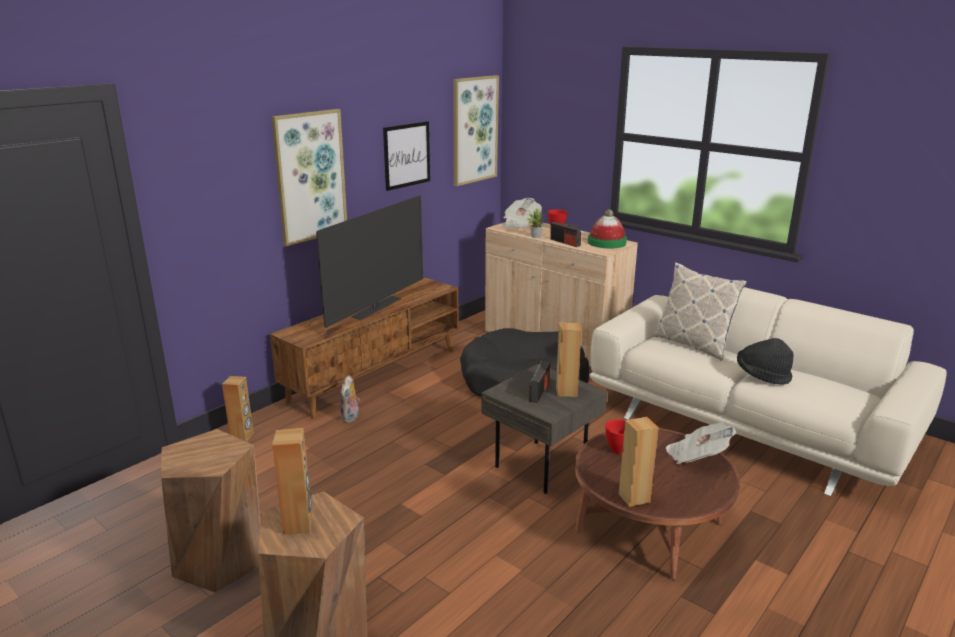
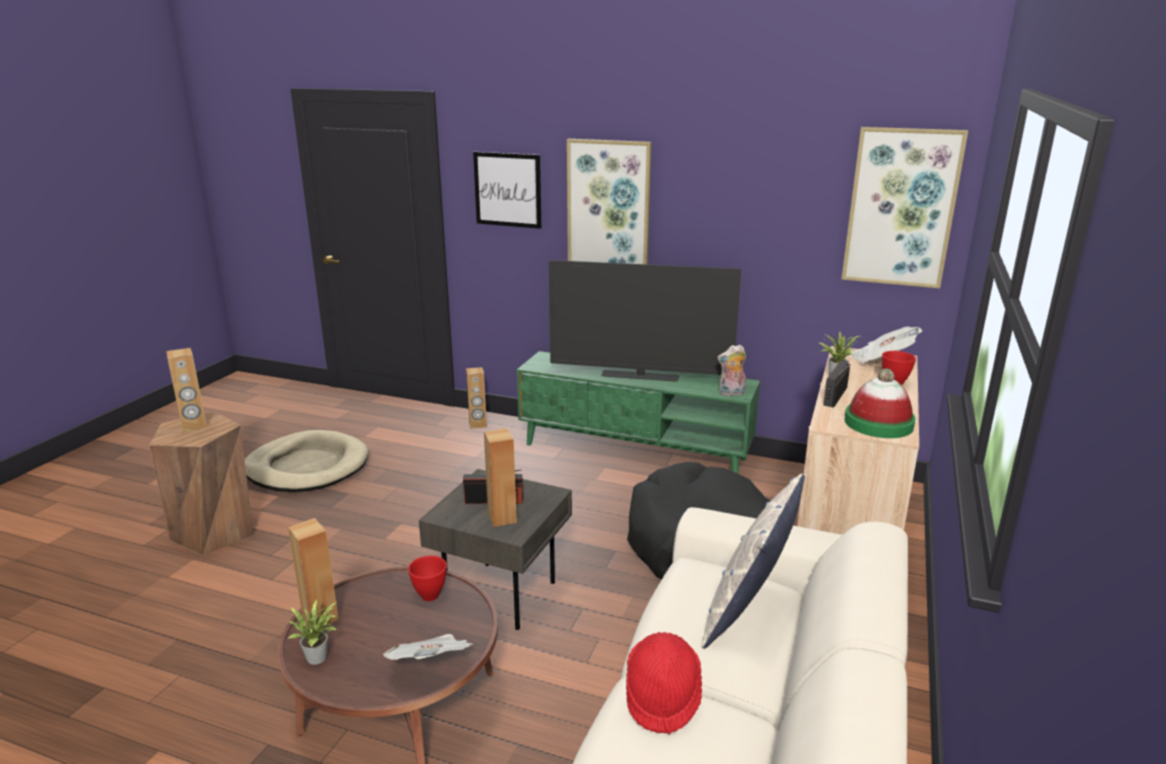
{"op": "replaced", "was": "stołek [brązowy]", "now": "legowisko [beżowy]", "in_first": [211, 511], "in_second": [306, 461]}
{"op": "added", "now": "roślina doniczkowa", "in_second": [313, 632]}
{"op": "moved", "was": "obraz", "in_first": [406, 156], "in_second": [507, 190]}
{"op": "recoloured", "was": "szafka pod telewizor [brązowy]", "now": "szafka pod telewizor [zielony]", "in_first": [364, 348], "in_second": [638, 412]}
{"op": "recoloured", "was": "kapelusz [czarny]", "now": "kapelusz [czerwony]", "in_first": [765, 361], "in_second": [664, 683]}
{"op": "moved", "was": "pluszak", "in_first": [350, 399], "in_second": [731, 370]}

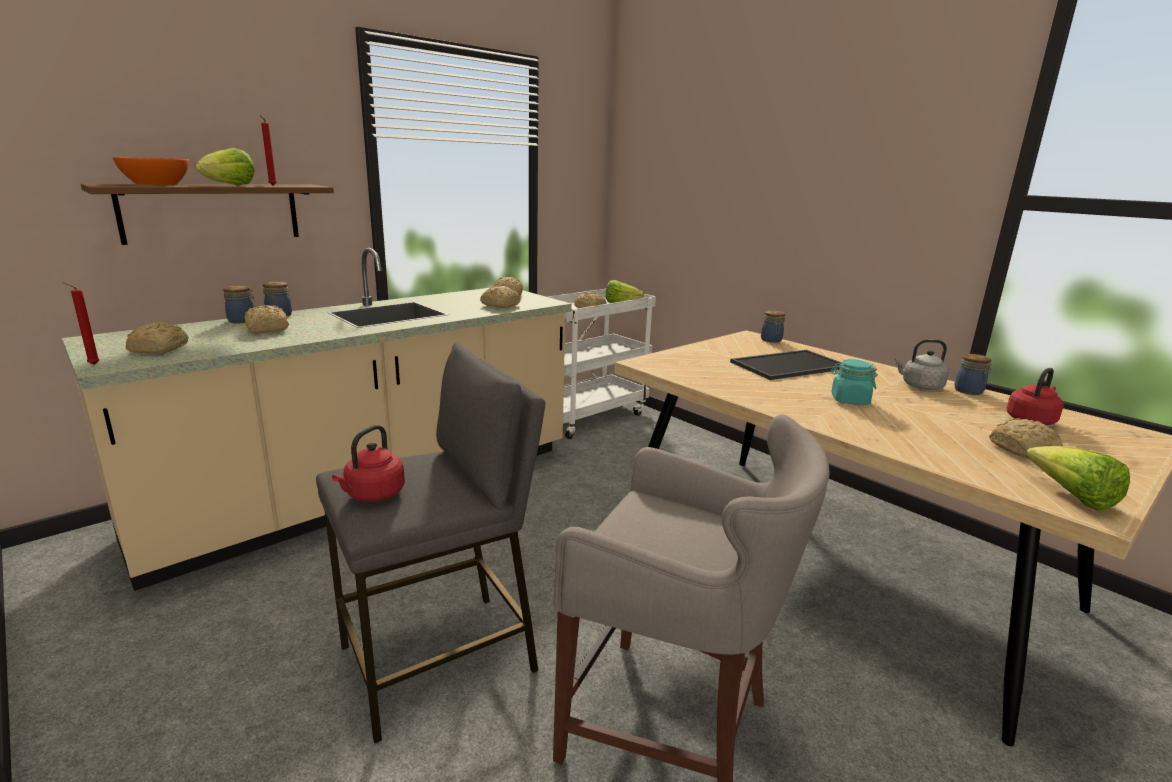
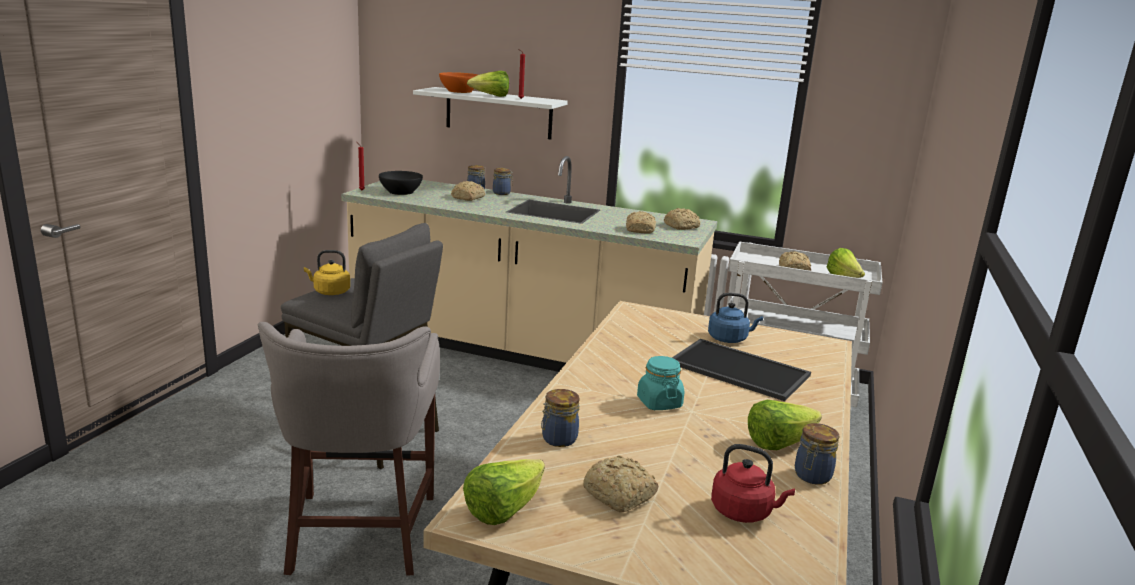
{"op": "recoloured", "was": "czajnik [czerwony]", "now": "czajnik [żółty]", "in_first": [368, 463], "in_second": [327, 272]}
{"op": "replaced", "was": "chleb", "now": "miska [czarny]", "in_first": [157, 338], "in_second": [401, 183]}
{"op": "recoloured", "was": "półka [brązowy]", "now": "półka [biały]", "in_first": [207, 214], "in_second": [490, 113]}
{"op": "moved", "was": "słoik", "in_first": [773, 326], "in_second": [560, 418]}
{"op": "added", "now": "czajnik [niebieski]", "in_second": [735, 318]}
{"op": "replaced", "was": "czajnik [szary]", "now": "sałata", "in_first": [921, 364], "in_second": [785, 425]}

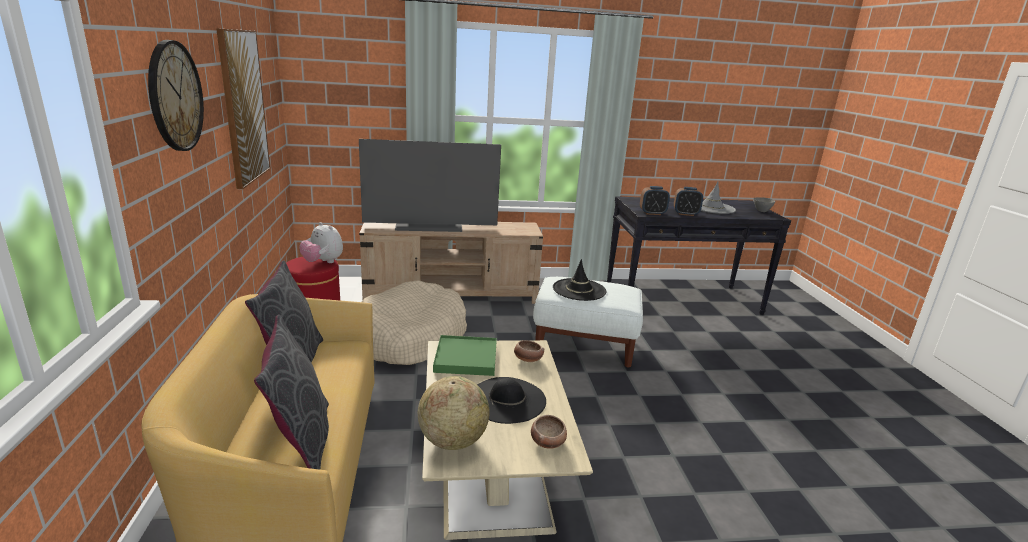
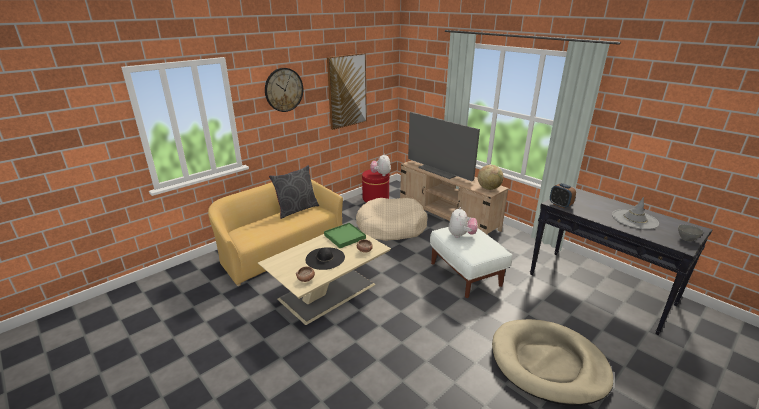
{"op": "replaced", "was": "kapelusz [czarny]", "now": "pluszak", "in_first": [579, 280], "in_second": [463, 222]}
{"op": "moved", "was": "globus", "in_first": [454, 413], "in_second": [491, 177]}
{"op": "added", "now": "legowisko [beżowy]", "in_second": [552, 362]}
{"op": "removed", "was": "poduszka [szary]", "in_first": [291, 392]}
{"op": "removed", "was": "budzik", "in_first": [688, 201]}

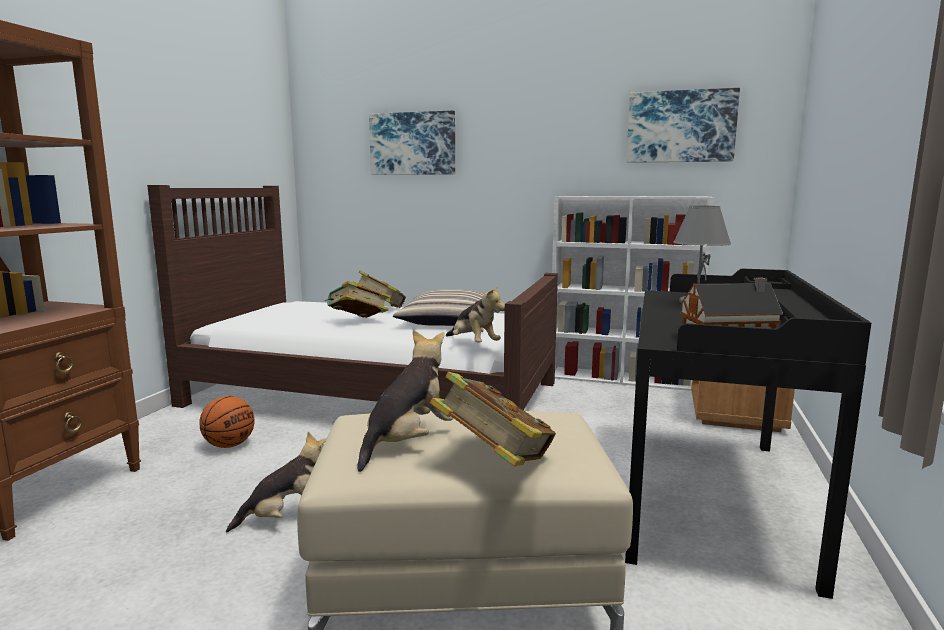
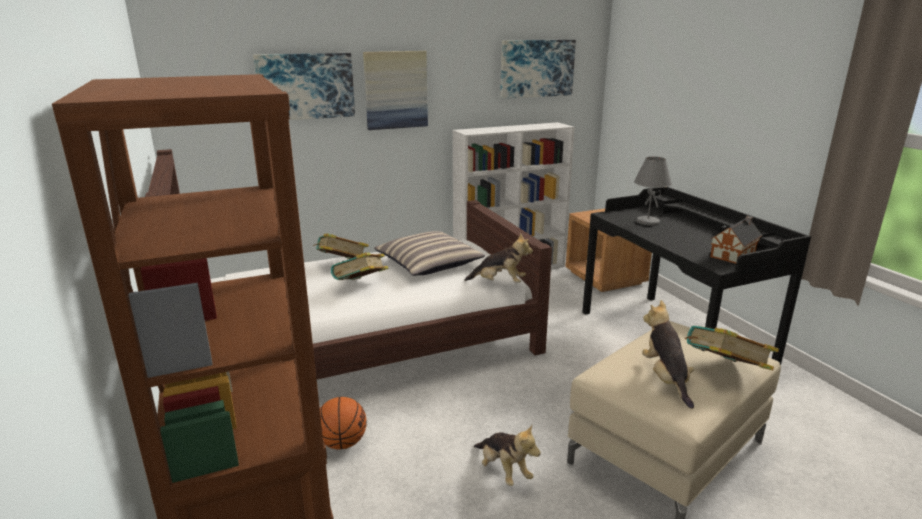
{"op": "added", "now": "obraz", "in_second": [395, 90]}
{"op": "turned", "was": "pluszak", "in_first": [276, 482], "in_second": [507, 455], "clockwise": 120}

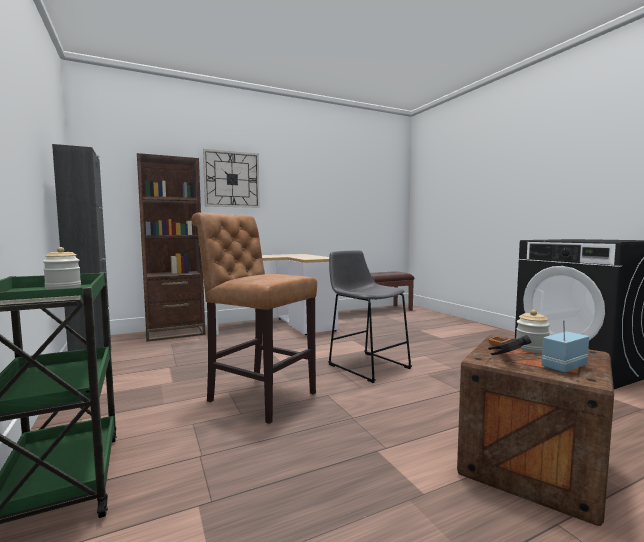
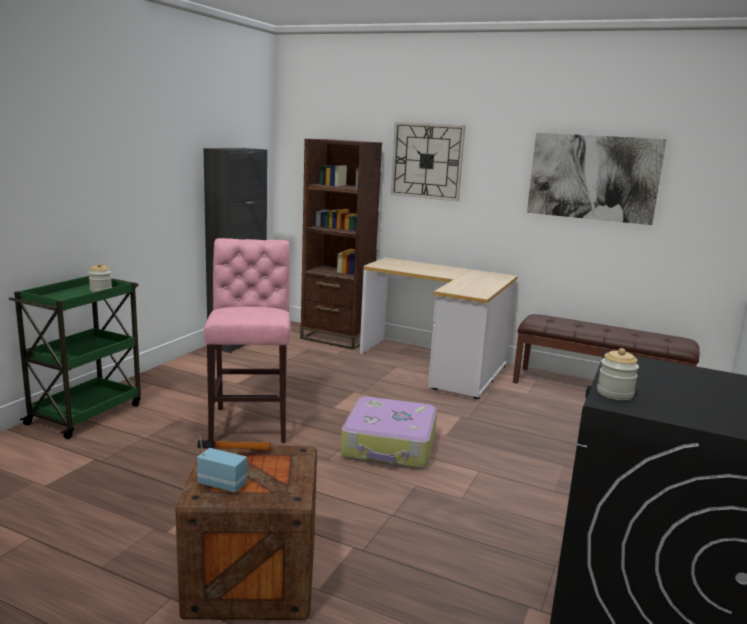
{"op": "recoloured", "was": "stołek [brązowy]", "now": "stołek [różowy]", "in_first": [254, 318], "in_second": [247, 340]}
{"op": "replaced", "was": "stołek [szary]", "now": "walizka", "in_first": [370, 316], "in_second": [389, 433]}
{"op": "added", "now": "obraz", "in_second": [597, 178]}
{"op": "moved", "was": "słoik", "in_first": [533, 331], "in_second": [618, 374]}

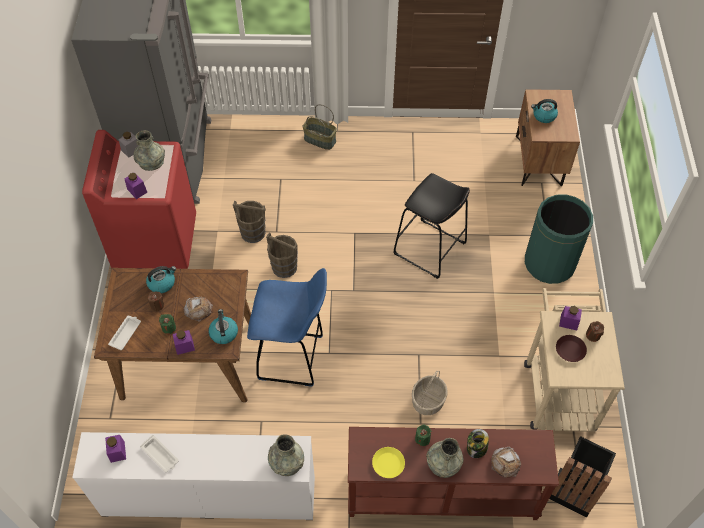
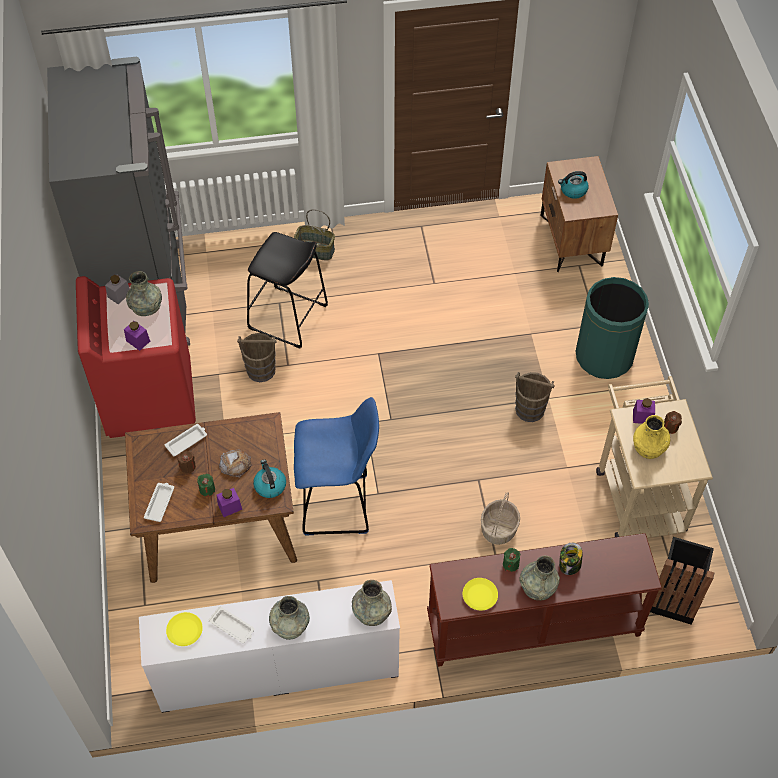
{"op": "replaced", "was": "czajnik", "now": "taca [biały]", "in_first": [161, 279], "in_second": [186, 440]}
{"op": "replaced", "was": "słoik [fioletowy]", "now": "talerz [żółty]", "in_first": [115, 449], "in_second": [184, 629]}
{"op": "moved", "was": "stołek [czarny]", "in_first": [431, 226], "in_second": [287, 290]}
{"op": "added", "now": "wazon [szary]", "in_second": [289, 618]}
{"op": "moved", "was": "wiadro [brązowy]", "in_first": [282, 255], "in_second": [535, 397]}
{"op": "replaced", "was": "talerz [brązowy]", "now": "wazon [żółty]", "in_first": [571, 348], "in_second": [651, 437]}
{"op": "removed", "was": "chleb", "in_first": [506, 462]}

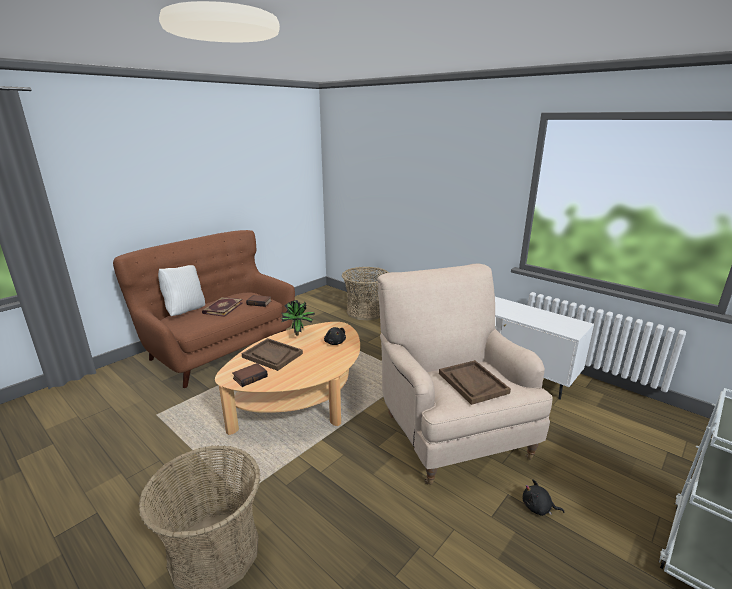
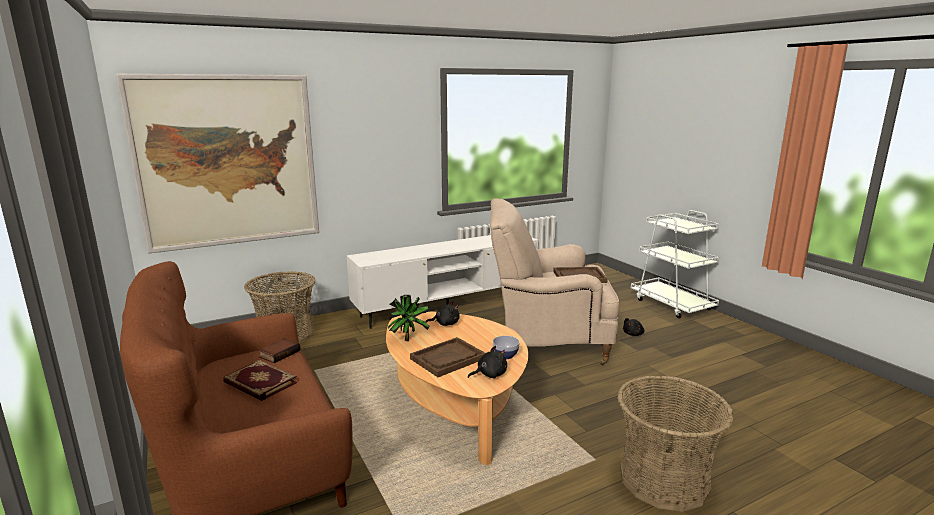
{"op": "added", "now": "obraz", "in_second": [217, 163]}
{"op": "replaced", "was": "książka", "now": "pluszak [czarny]", "in_first": [250, 375], "in_second": [487, 362]}
{"op": "added", "now": "miska", "in_second": [506, 347]}
{"op": "removed", "was": "poduszka [biały]", "in_first": [181, 290]}

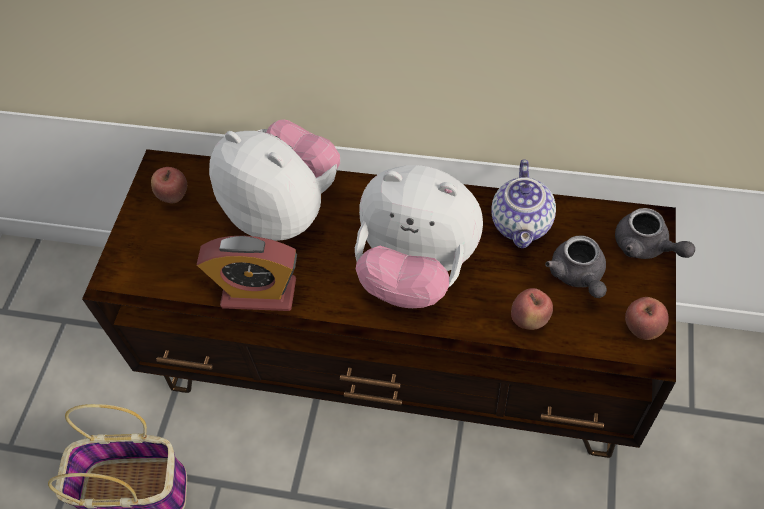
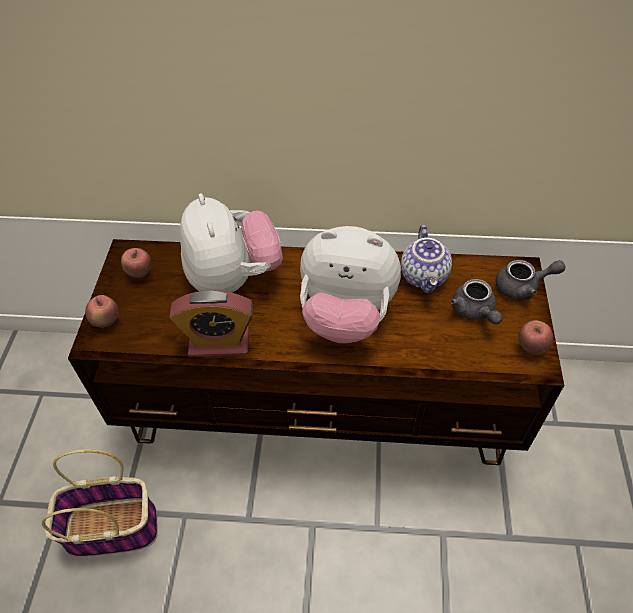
{"op": "moved", "was": "jabłko", "in_first": [532, 309], "in_second": [101, 311]}
{"op": "turned", "was": "pluszak", "in_first": [274, 180], "in_second": [231, 243], "clockwise": 45}
{"op": "turned", "was": "imbryk [szary]", "in_first": [655, 233], "in_second": [531, 280], "clockwise": -45}

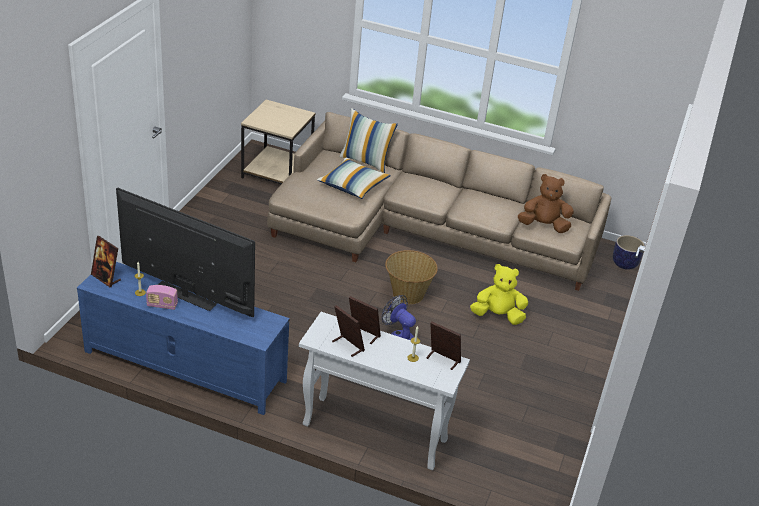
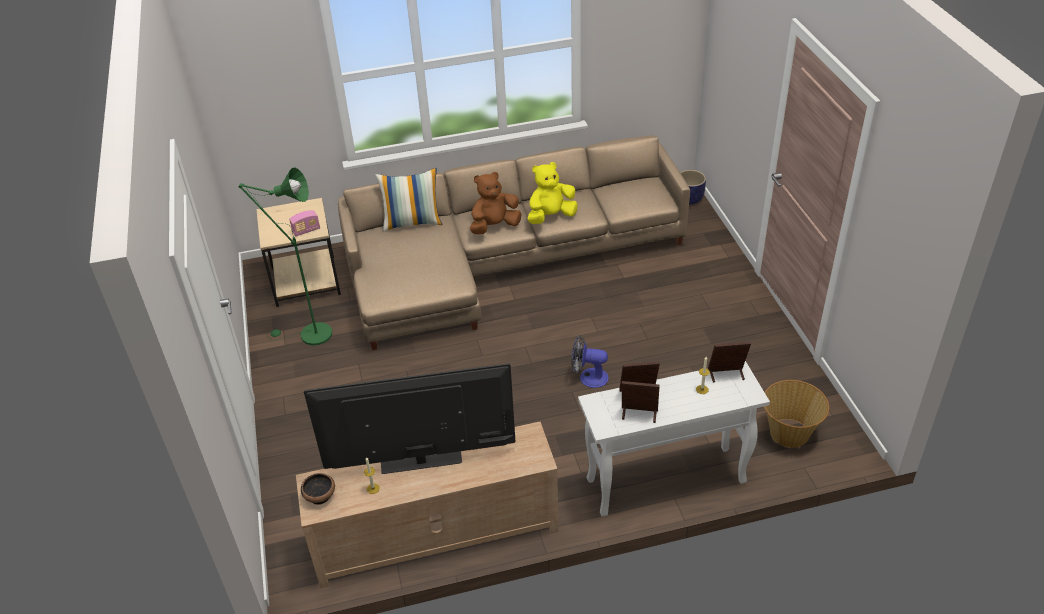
{"op": "added", "now": "lampa stojąca [zielony]", "in_second": [285, 256]}
{"op": "moved", "was": "radio", "in_first": [162, 297], "in_second": [304, 223]}
{"op": "recoloured", "was": "szafka pod telewizor [niebieski]", "now": "szafka pod telewizor [beżowy]", "in_first": [183, 338], "in_second": [427, 505]}
{"op": "replaced", "was": "ramka na zdjęcie", "now": "miska", "in_first": [106, 261], "in_second": [318, 489]}
{"op": "moved", "was": "pluszak [brązowy]", "in_first": [546, 203], "in_second": [495, 203]}
{"op": "moved", "was": "pluszak [żółty]", "in_first": [499, 294], "in_second": [552, 193]}
{"op": "moved", "was": "koszyk", "in_first": [411, 277], "in_second": [796, 414]}
{"op": "removed", "was": "poduszka", "in_first": [354, 178]}

